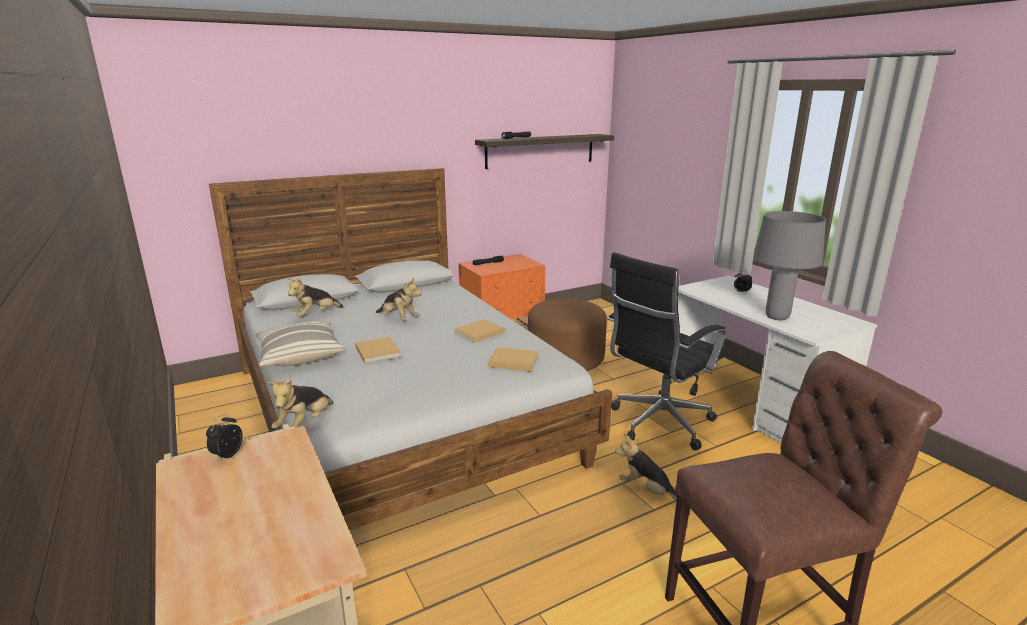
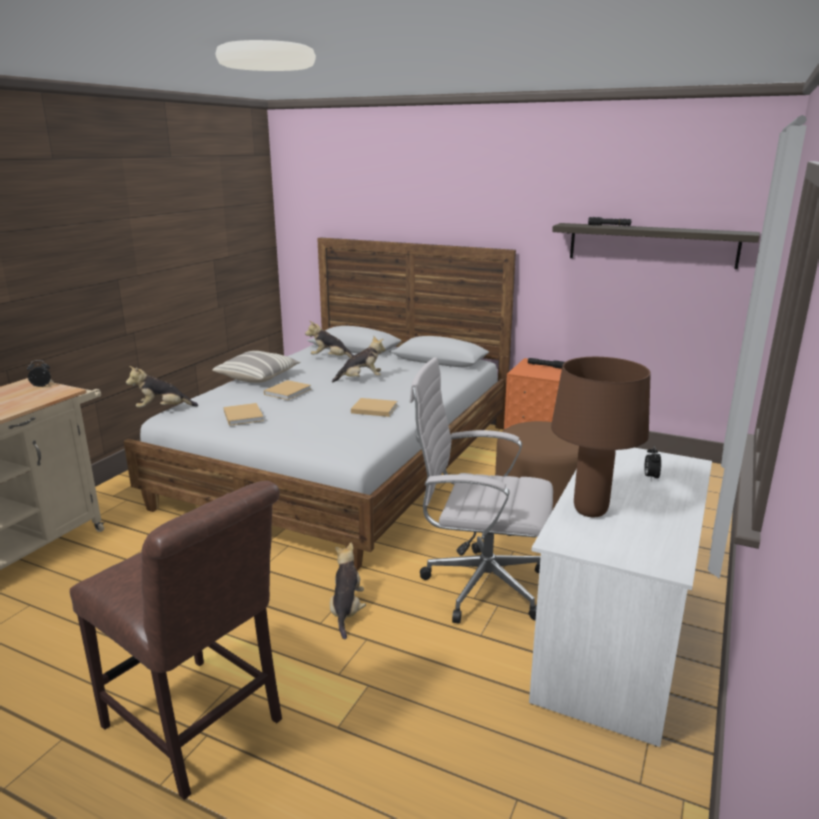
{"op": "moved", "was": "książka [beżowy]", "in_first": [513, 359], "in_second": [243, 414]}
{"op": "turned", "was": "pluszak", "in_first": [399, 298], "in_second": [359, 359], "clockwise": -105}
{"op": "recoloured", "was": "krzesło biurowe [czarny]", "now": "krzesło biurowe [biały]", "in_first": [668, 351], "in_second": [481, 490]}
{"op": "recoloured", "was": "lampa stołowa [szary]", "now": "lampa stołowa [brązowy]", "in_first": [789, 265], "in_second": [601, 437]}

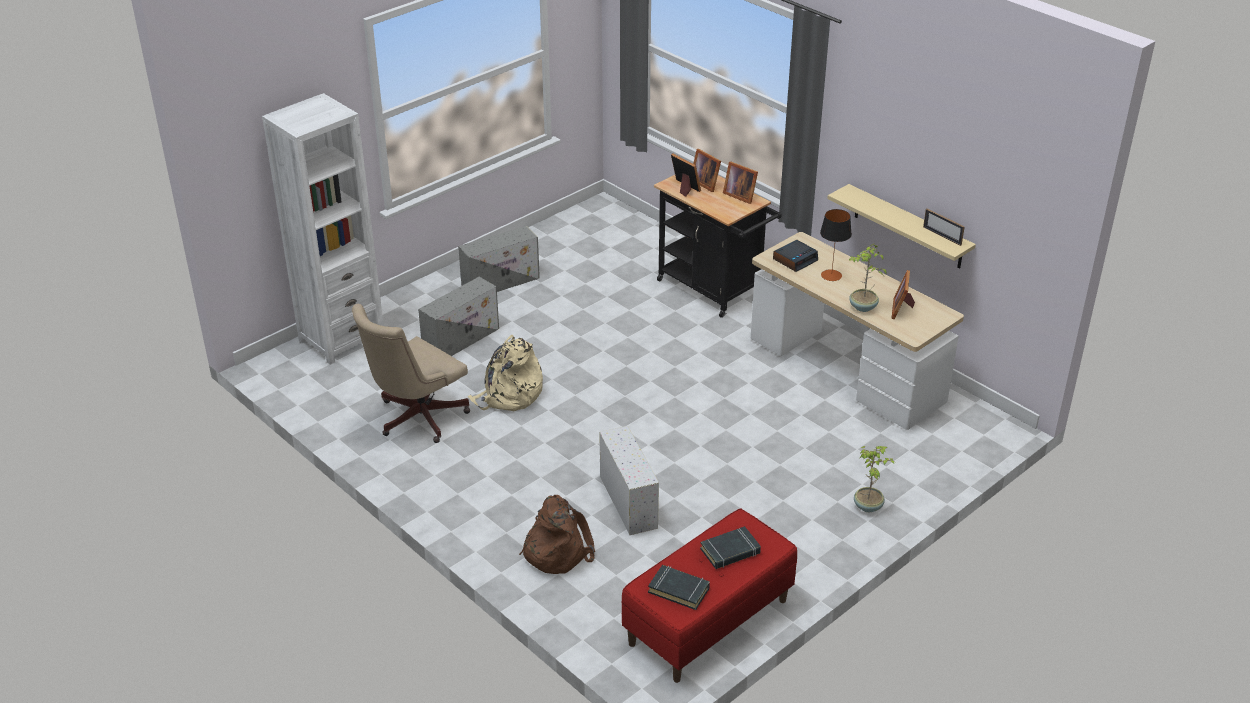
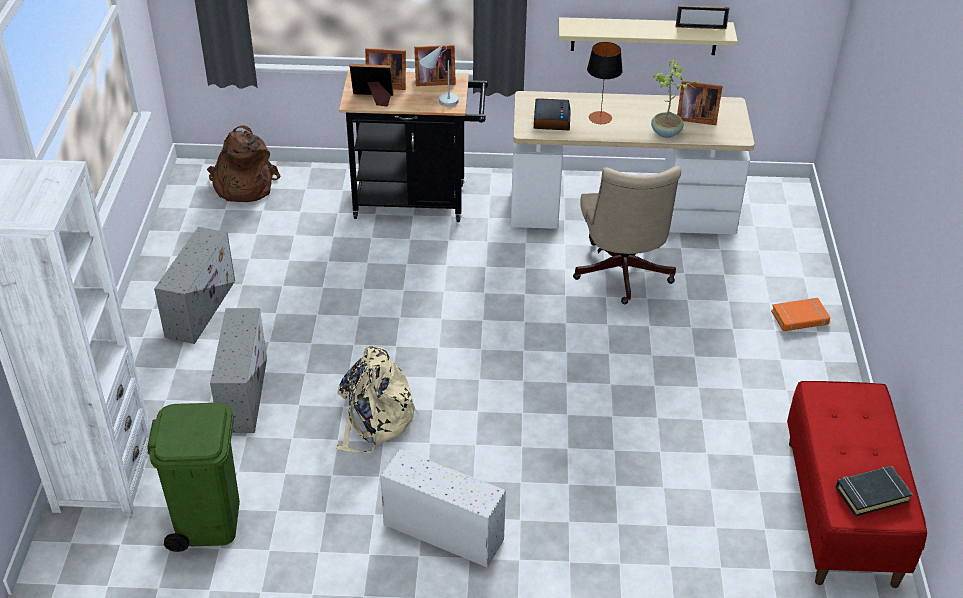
{"op": "added", "now": "kosz na śmieci [zielony]", "in_second": [193, 477]}
{"op": "moved", "was": "plecak [brązowy]", "in_first": [557, 534], "in_second": [243, 163]}
{"op": "moved", "was": "pojemnik do przechowywania [biały]", "in_first": [629, 480], "in_second": [443, 508]}
{"op": "added", "now": "lampa stołowa [biały]", "in_second": [439, 76]}
{"op": "moved", "was": "krzesło biurowe [beżowy]", "in_first": [411, 373], "in_second": [627, 235]}
{"op": "turned", "was": "ramka na zdjęcie", "in_first": [903, 294], "in_second": [699, 103], "clockwise": -45}
{"op": "replaced", "was": "roślina doniczkowa", "now": "książka [pomarańczowy]", "in_first": [874, 479], "in_second": [800, 314]}
{"op": "removed", "was": "książka [czarny]", "in_first": [730, 547]}

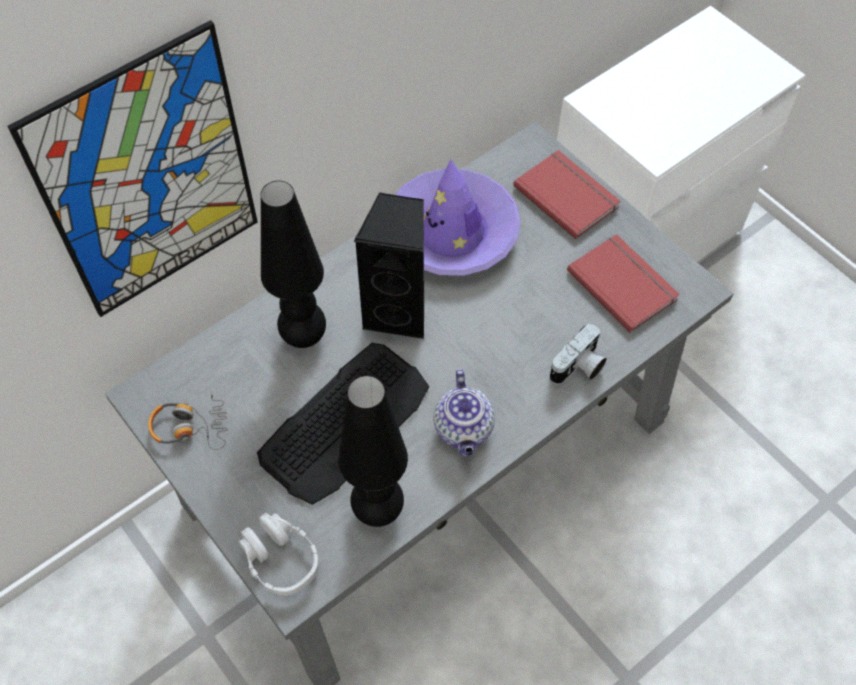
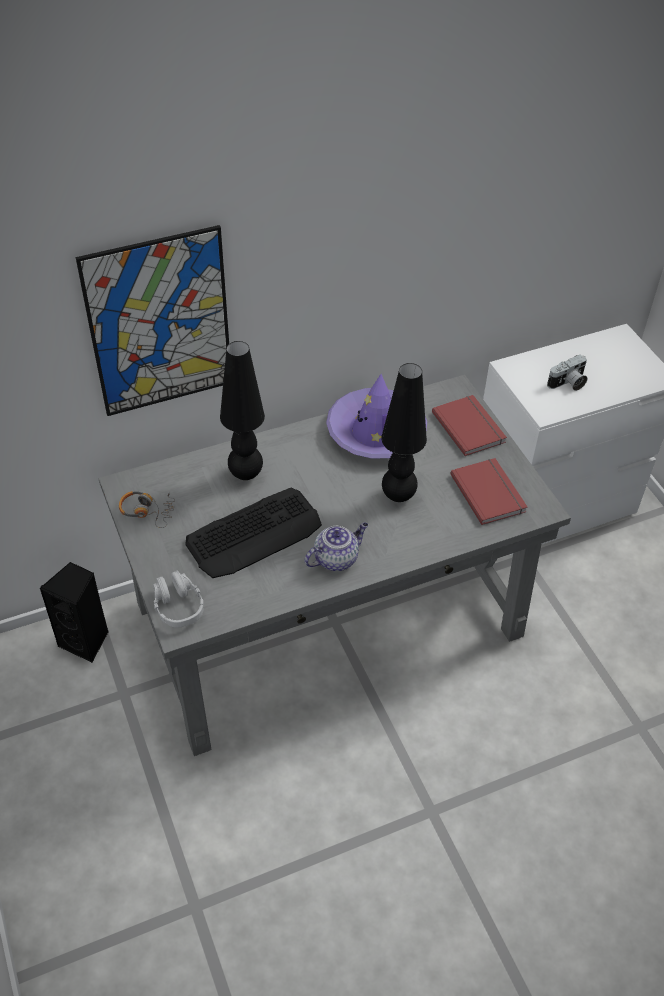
{"op": "moved", "was": "głośnik [czarny]", "in_first": [388, 265], "in_second": [74, 612]}
{"op": "turned", "was": "imbryk", "in_first": [464, 413], "in_second": [336, 547], "clockwise": -135}
{"op": "moved", "was": "lampa stołowa [czarny]", "in_first": [373, 451], "in_second": [404, 432]}
{"op": "moved", "was": "aparat fotograficzny", "in_first": [578, 354], "in_second": [567, 373]}

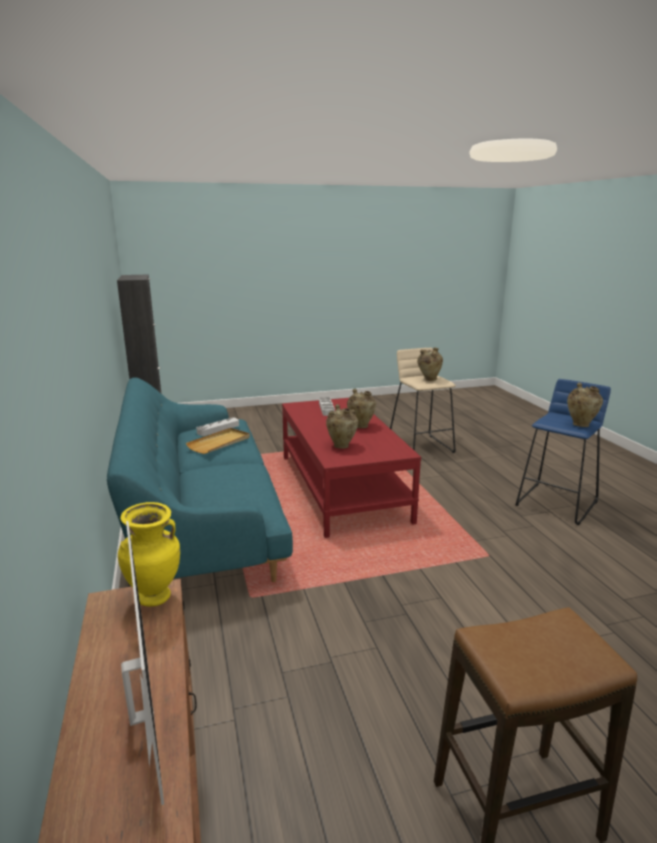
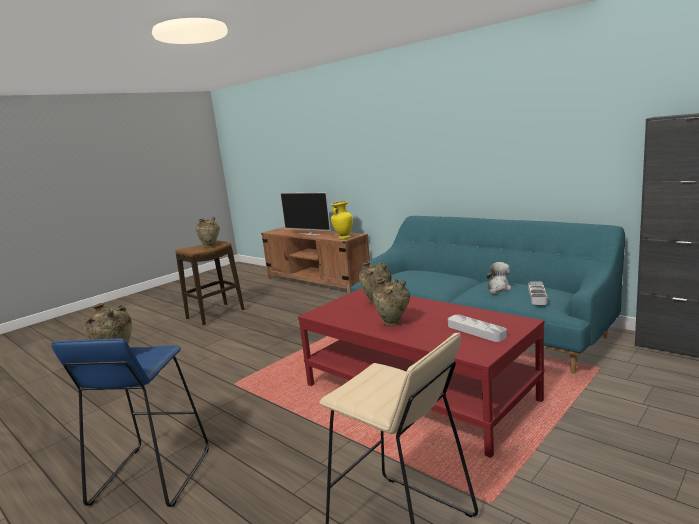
{"op": "moved", "was": "wazon [beżowy]", "in_first": [430, 364], "in_second": [208, 232]}
{"op": "replaced", "was": "taca [beżowy]", "now": "pluszak", "in_first": [218, 441], "in_second": [499, 278]}

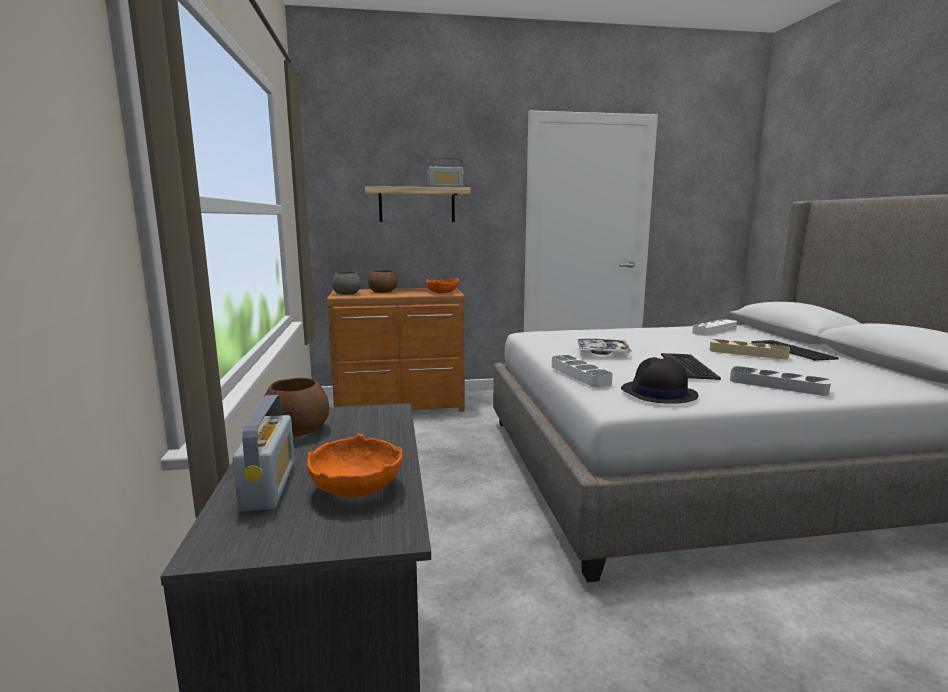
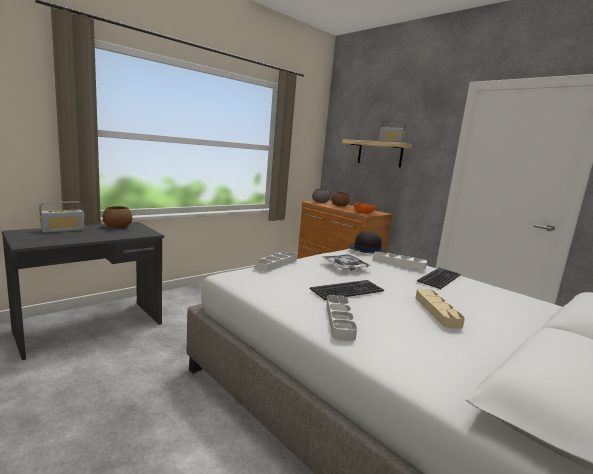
{"op": "moved", "was": "kapelusz [czarny]", "in_first": [660, 380], "in_second": [367, 242]}
{"op": "moved", "was": "taca [biały]", "in_first": [714, 327], "in_second": [400, 260]}
{"op": "moved", "was": "klawiatura", "in_first": [795, 350], "in_second": [439, 278]}
{"op": "removed", "was": "miska [pomarańczowy]", "in_first": [355, 465]}

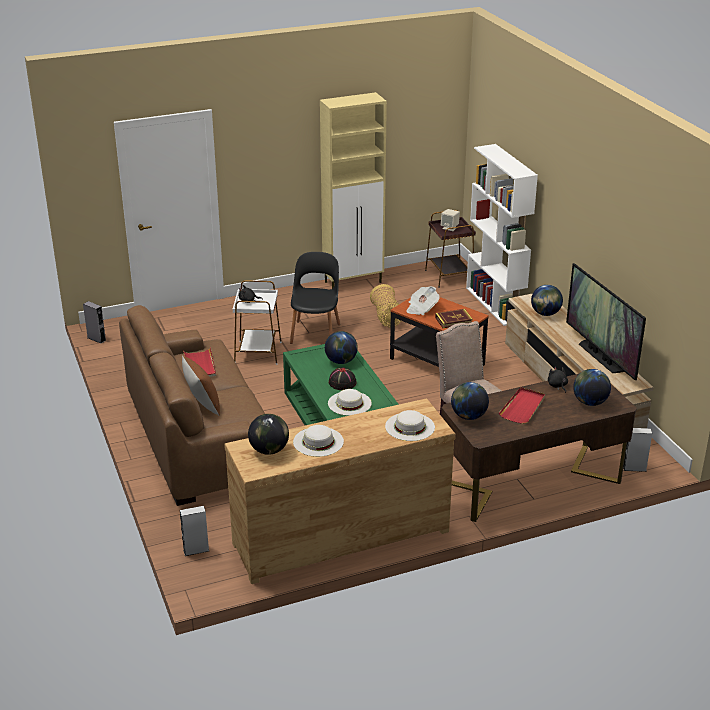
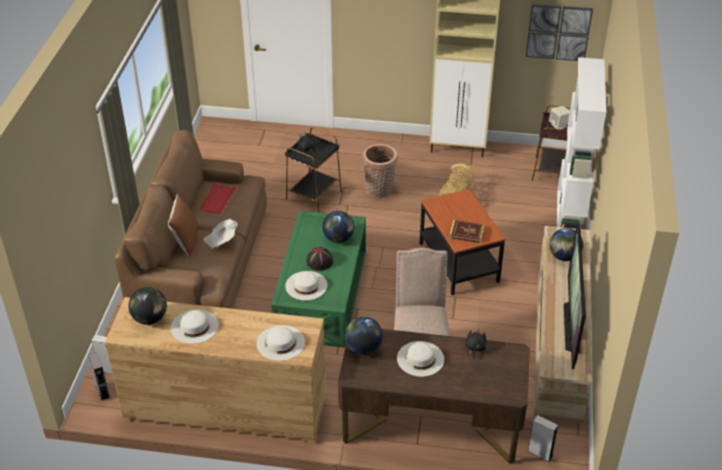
{"op": "moved", "was": "głośnik [szary]", "in_first": [94, 322], "in_second": [99, 376]}
{"op": "moved", "was": "gazeta", "in_first": [423, 300], "in_second": [221, 234]}
{"op": "recoloured", "was": "stolik [biały]", "now": "stolik [czarny]", "in_first": [257, 322], "in_second": [313, 169]}
{"op": "replaced", "was": "krzesło [czarny]", "now": "koszyk", "in_first": [315, 298], "in_second": [380, 171]}
{"op": "replaced", "was": "taca [czerwony]", "now": "kapelusz [biały]", "in_first": [522, 405], "in_second": [420, 359]}
{"op": "added", "now": "obraz", "in_second": [559, 32]}
{"op": "removed", "was": "globus", "in_first": [592, 387]}

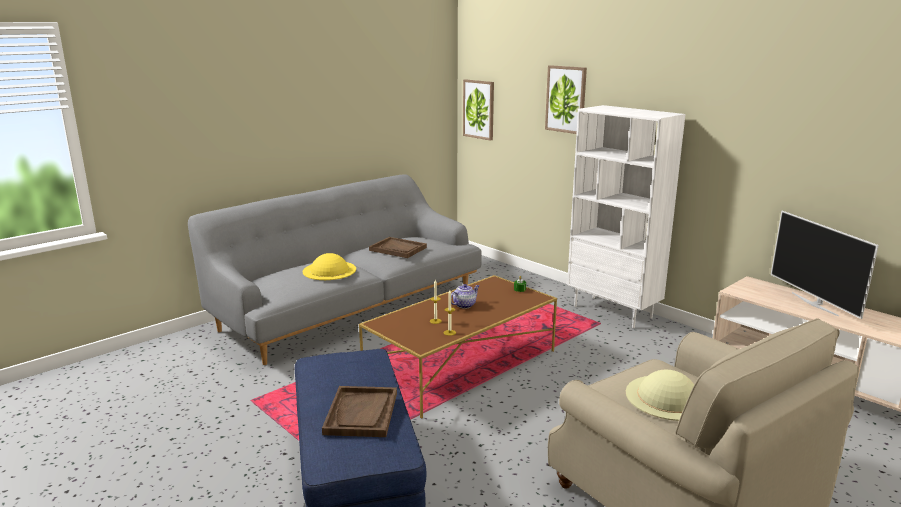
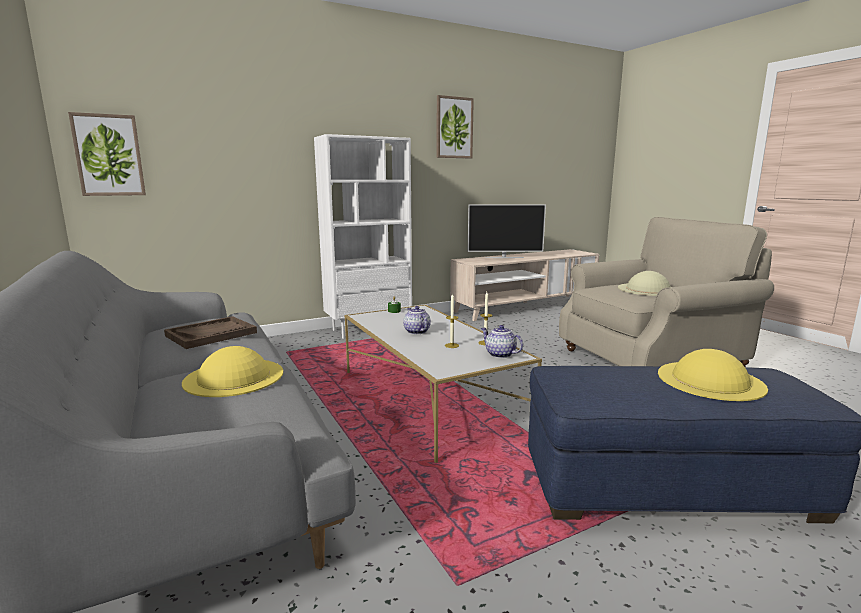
{"op": "recoloured", "was": "ława [brązowy]", "now": "ława [biały]", "in_first": [458, 347], "in_second": [443, 384]}
{"op": "moved", "was": "obraz", "in_first": [566, 99], "in_second": [455, 126]}
{"op": "added", "now": "imbryk", "in_second": [502, 341]}
{"op": "replaced", "was": "taca [brązowy]", "now": "kapelusz [żółty]", "in_first": [359, 411], "in_second": [713, 375]}

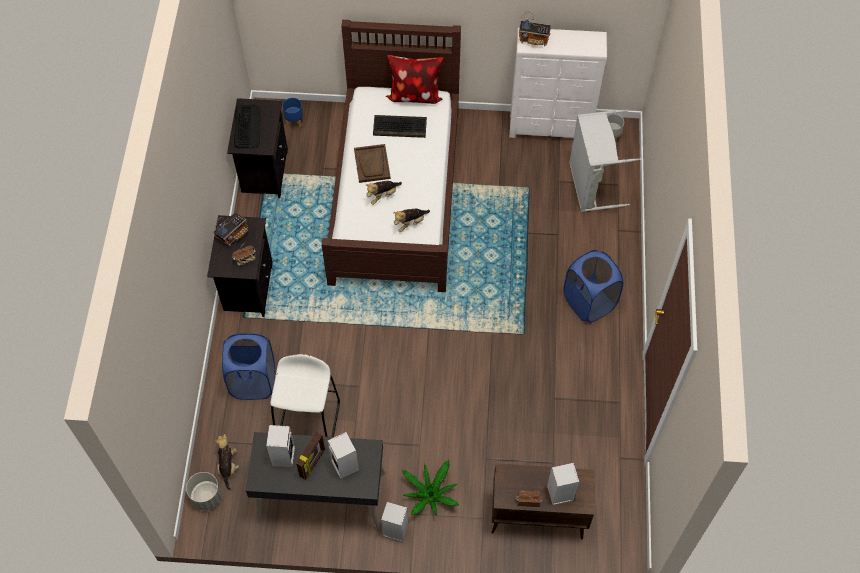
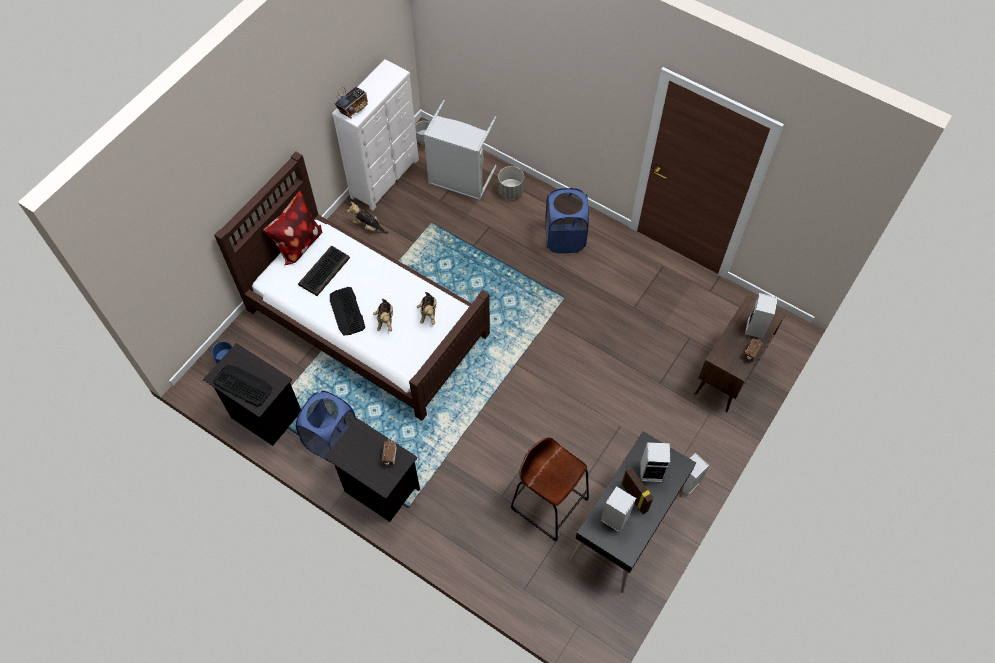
{"op": "moved", "was": "kosz na pranie [niebieski]", "in_first": [248, 366], "in_second": [326, 426]}
{"op": "replaced", "was": "taca [brązowy]", "now": "klawiatura", "in_first": [372, 163], "in_second": [347, 311]}
{"op": "moved", "was": "pluszak", "in_first": [227, 462], "in_second": [368, 218]}
{"op": "moved", "was": "donica [szary]", "in_first": [204, 491], "in_second": [511, 182]}
{"op": "recoloured", "was": "stołek [biały]", "now": "stołek [brązowy]", "in_first": [305, 395], "in_second": [550, 489]}
{"op": "removed", "was": "radio", "in_first": [230, 229]}
{"op": "removed", "was": "roślina doniczkowa", "in_first": [430, 487]}

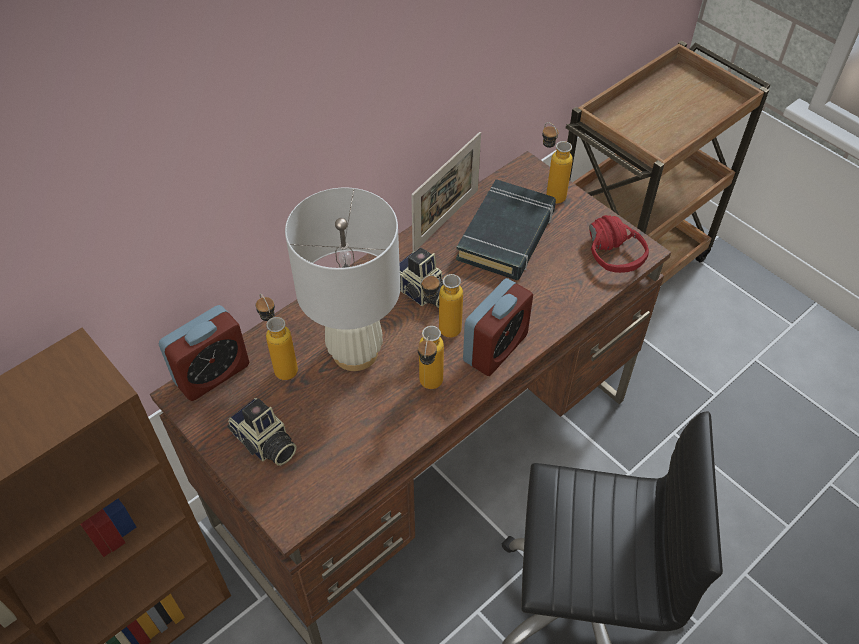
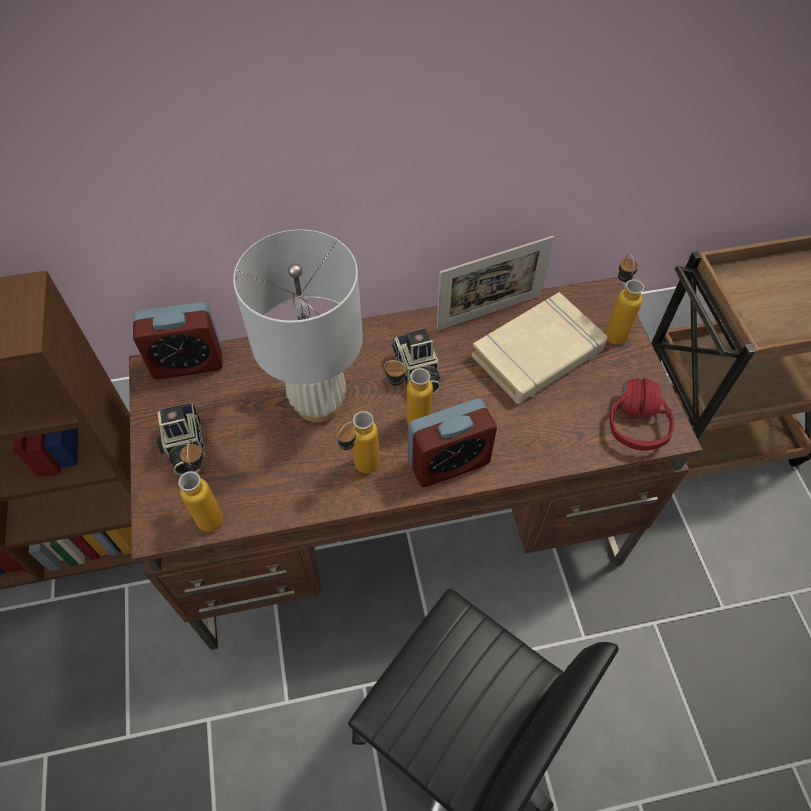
{"op": "moved", "was": "butelka", "in_first": [277, 337], "in_second": [200, 486]}
{"op": "recoloured", "was": "książka [czarny]", "now": "książka [beżowy]", "in_first": [506, 229], "in_second": [539, 348]}

